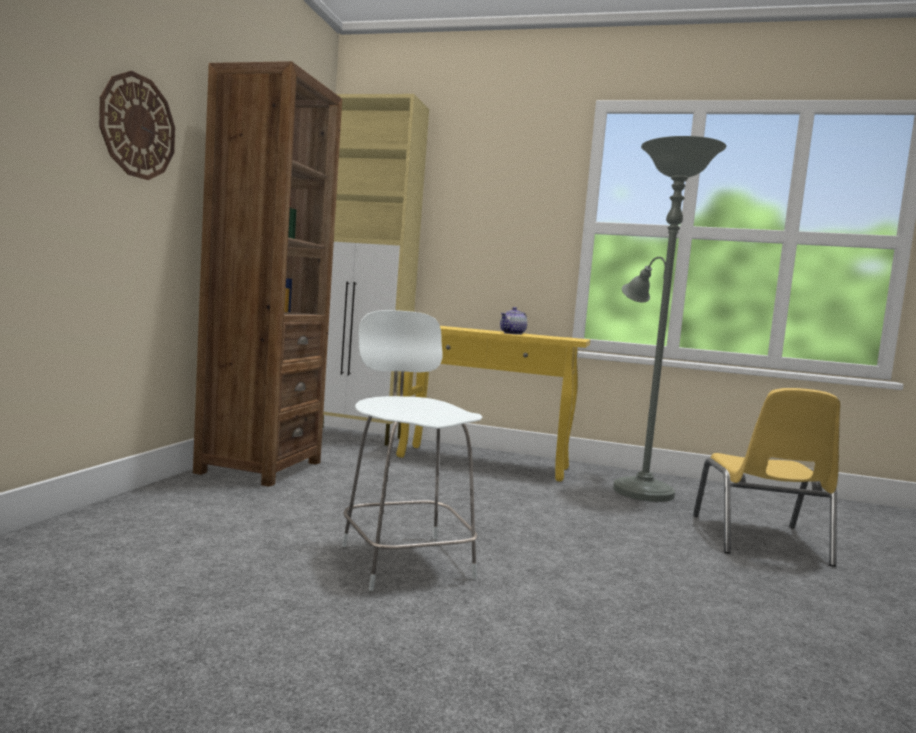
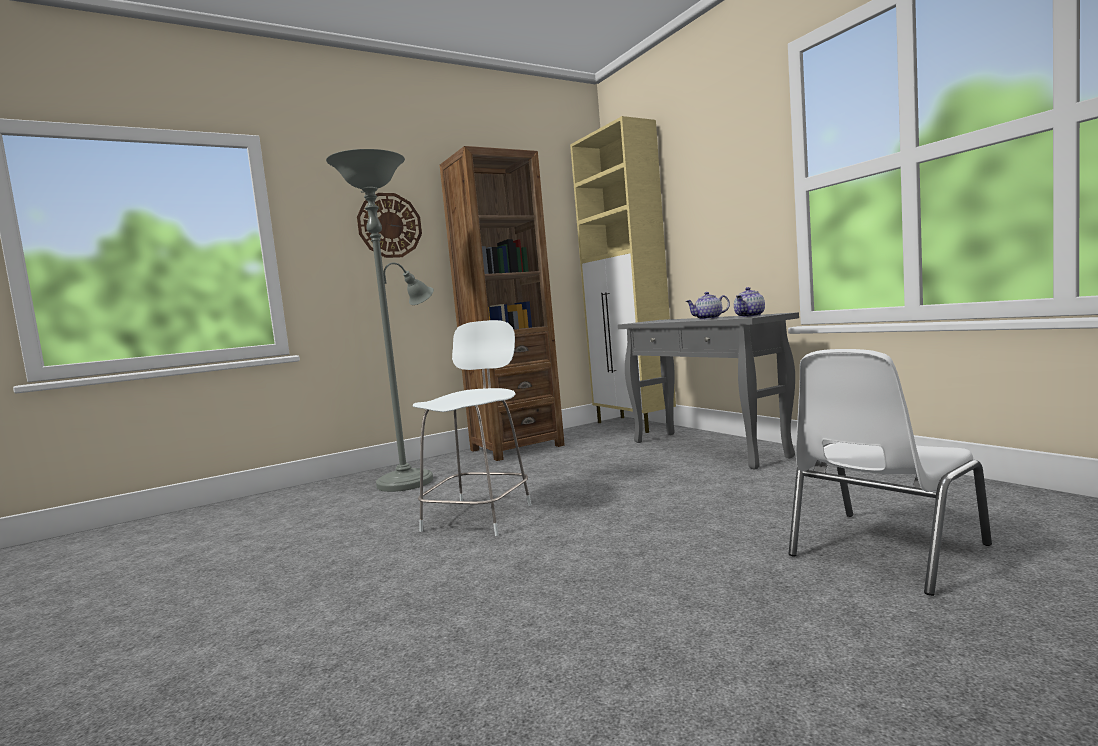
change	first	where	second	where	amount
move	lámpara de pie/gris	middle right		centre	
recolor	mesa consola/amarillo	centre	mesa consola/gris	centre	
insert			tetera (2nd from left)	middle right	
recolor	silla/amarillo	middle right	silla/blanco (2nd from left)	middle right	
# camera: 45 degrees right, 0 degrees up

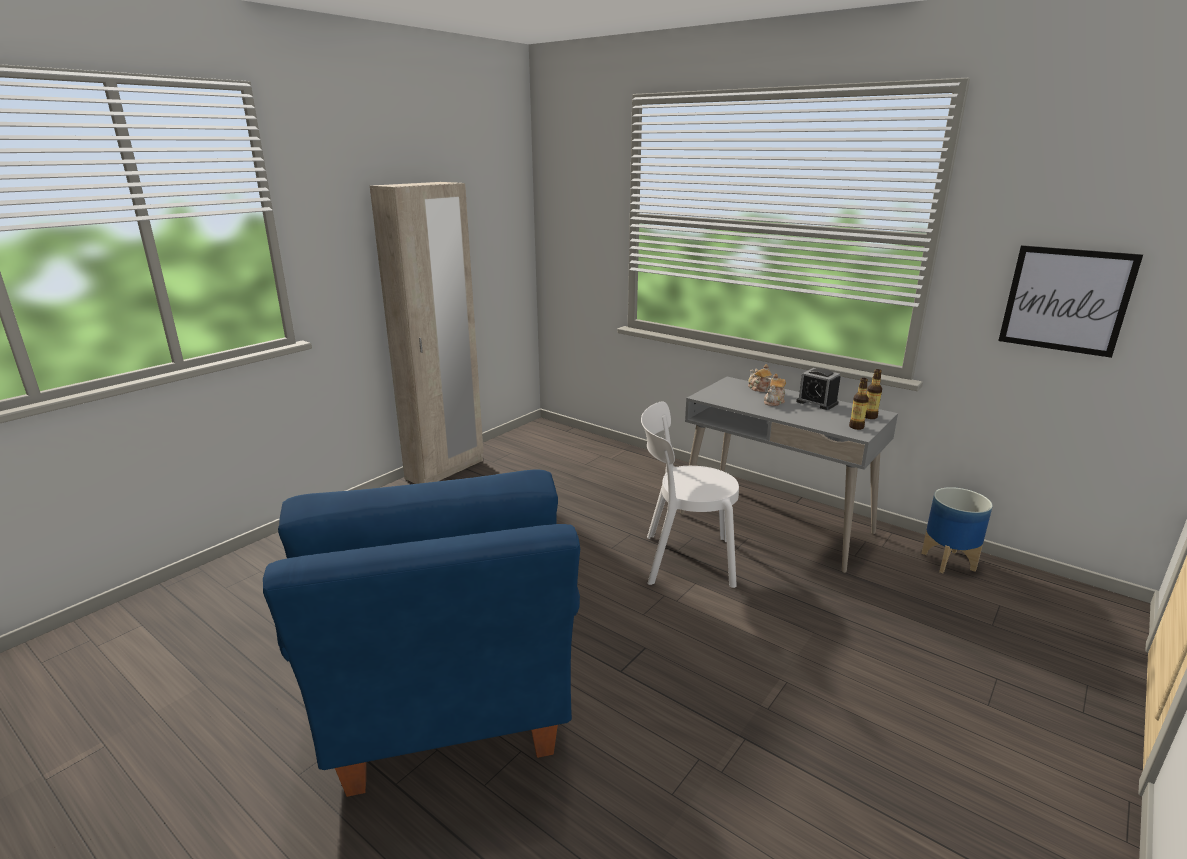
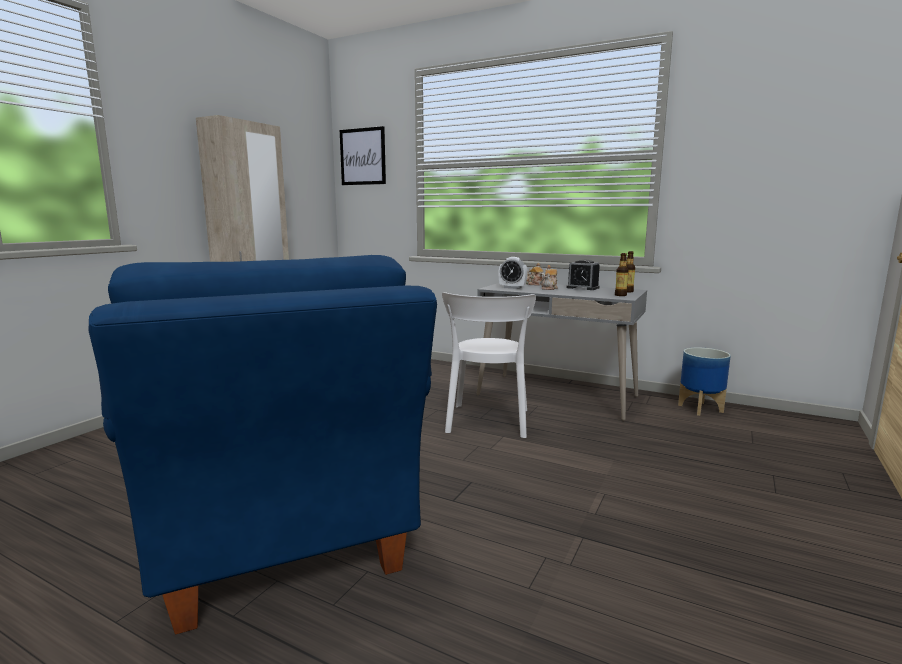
change	first	where	second	where	amount
move	cuadro	middle right		top centre	
rotate	silla/blanco	centre		centre	75 degrees counterclockwise
insert			despertador (1st from left)	centre	
# camera: 10 degrees left, 10 degrees down

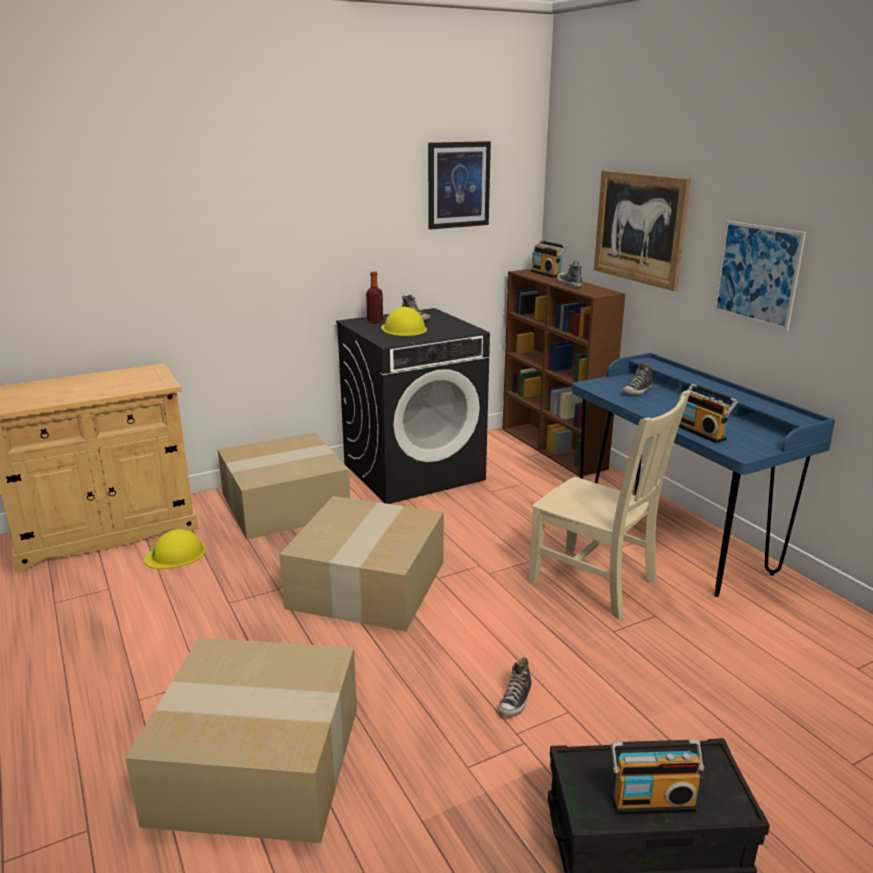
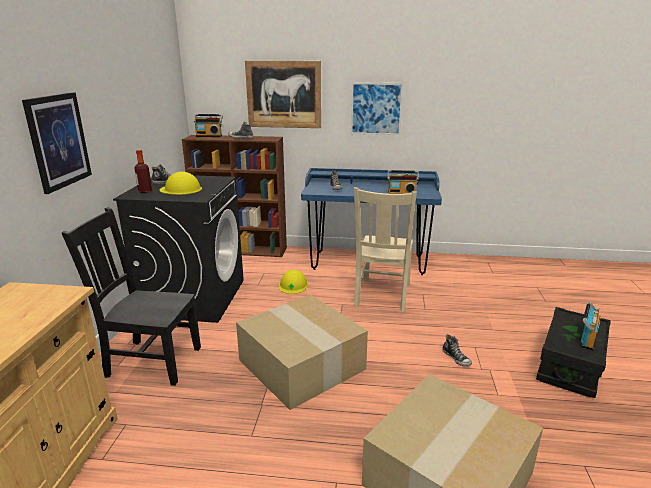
change	first	where	second	where	amount
move	cuadro (1st from left)	top centre		top left	
replace	caja de cartón (2nd from left)	middle left	silla/negro	middle left	
move	casco/amarillo (1st from left in the first image)	middle left	casco/amarillo (2nd from left)	centre	
rotate	silla/beis	middle right		centre	120 degrees clockwise
# camera: 55 degrees left, 0 degrees up

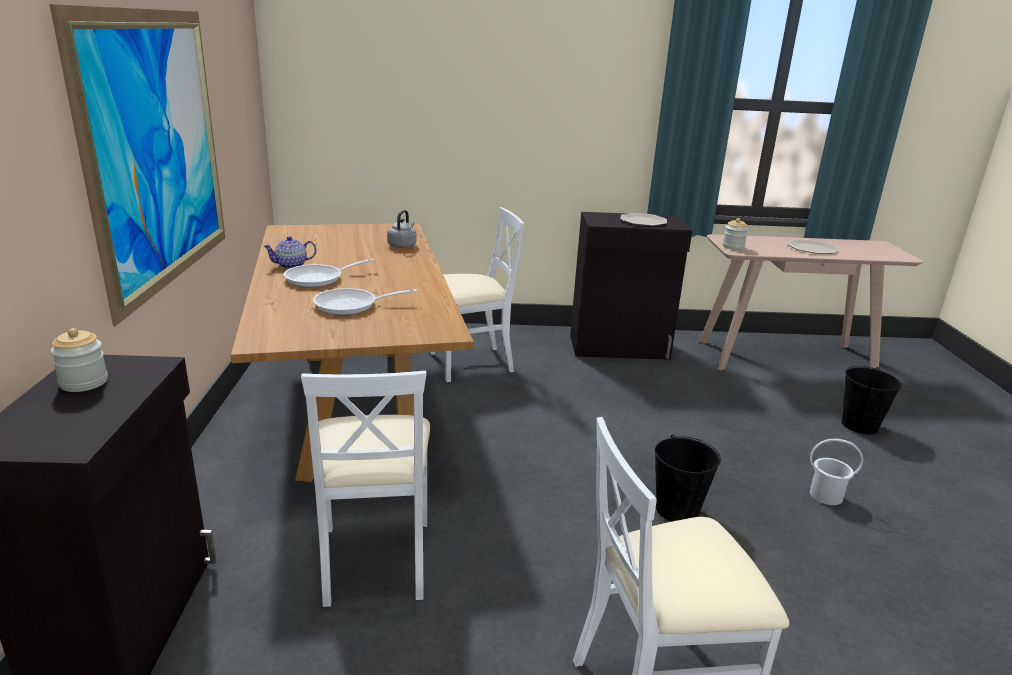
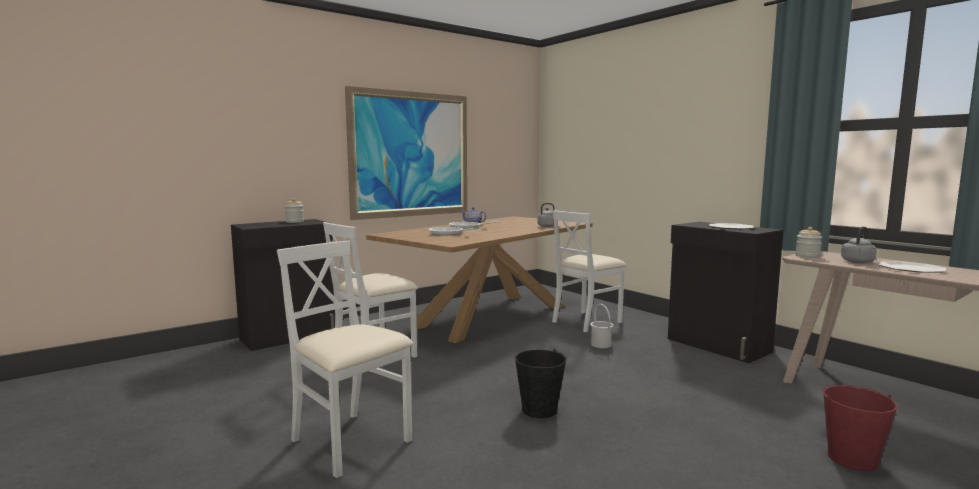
change	first	where	second	where	amount
rotate	silla/blanco (2nd from left in the first image)	centre	silla/blanco (3rd from left)	centre	105 degrees clockwise
move	cubo/blanco	bottom right		bottom centre	
recolor	cubo/negro (2nd from left)	middle right	cubo/rojo	bottom right	
insert			hervidor/gris (2nd from left)	middle right	
# camera: 55 degrees right, 15 degrees down

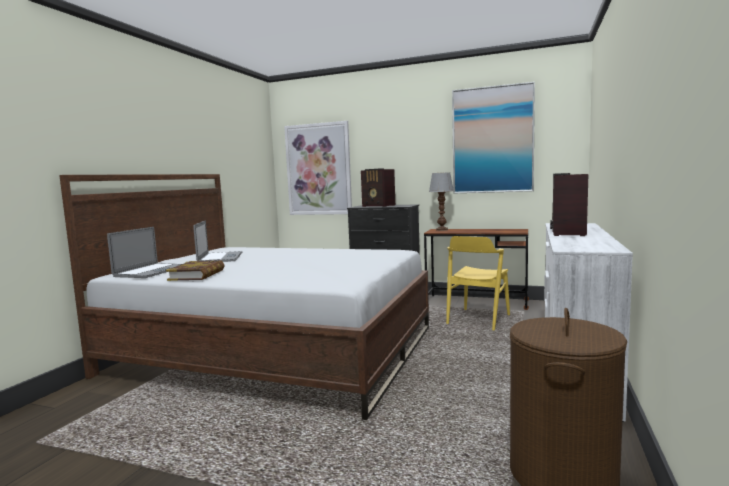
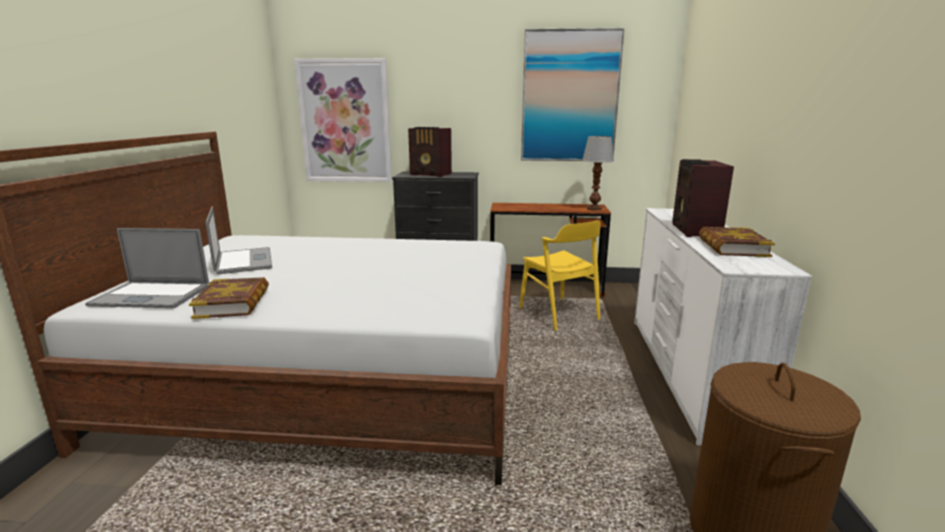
change	first	where	second	where	amount
rotate	portátil (1st from left)	middle left		middle left	90 degrees clockwise
rotate	silla/amarillo	centre		centre	45 degrees counterclockwise
move	lámpara de mesa	centre		top centre	
insert			libro (2nd from left)	middle right	
# camera: 15 degrees left, 10 degrees up

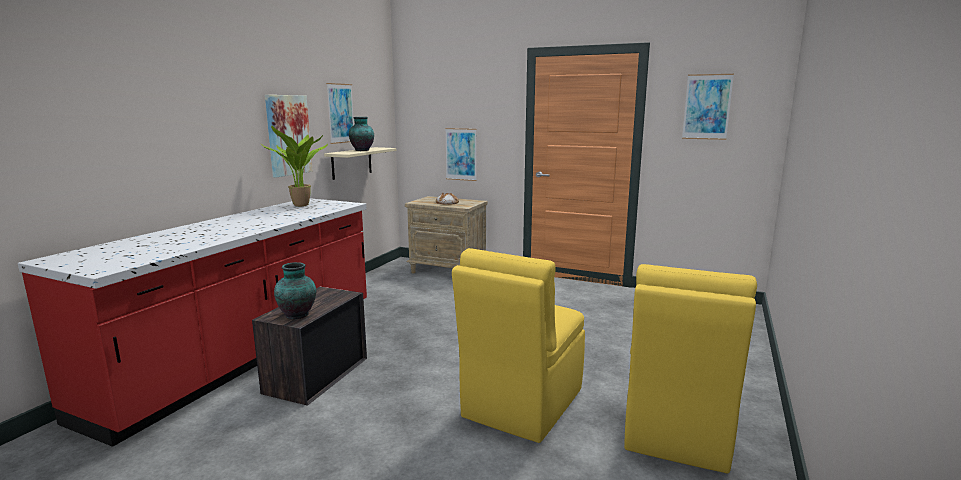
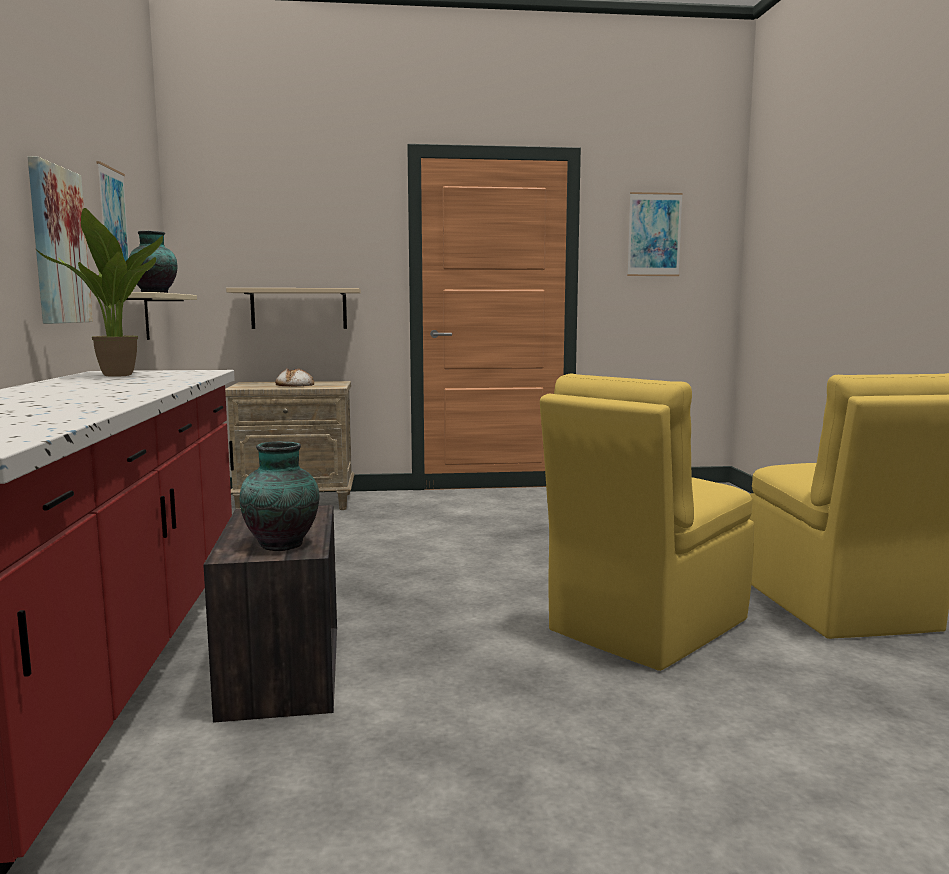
change	first	where	second	where	amount
replace	cuadro (3rd from left)	top centre	estante/beis (2nd from left)	middle left	
rotate	silla/amarillo (1st from left)	bottom centre		middle right	45 degrees clockwise
# camera: 30 degrees left, 5 degrees down

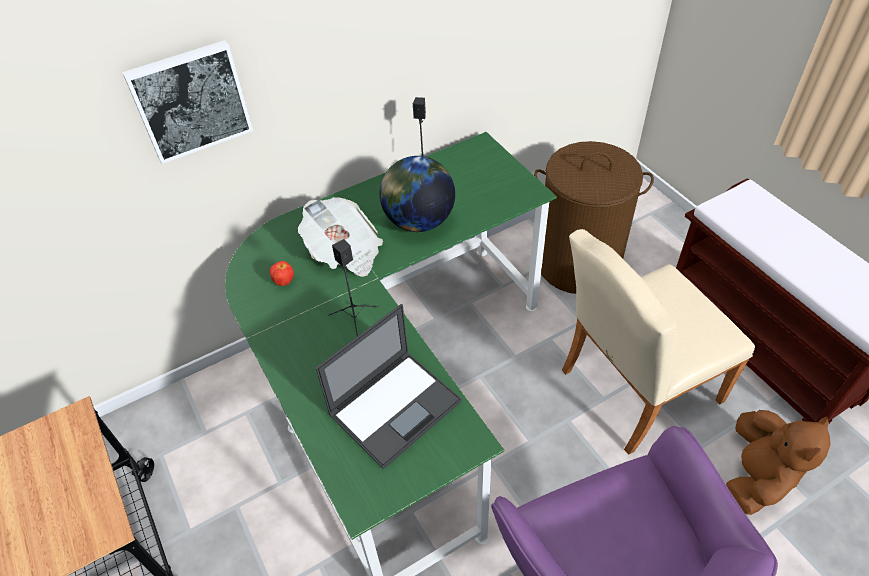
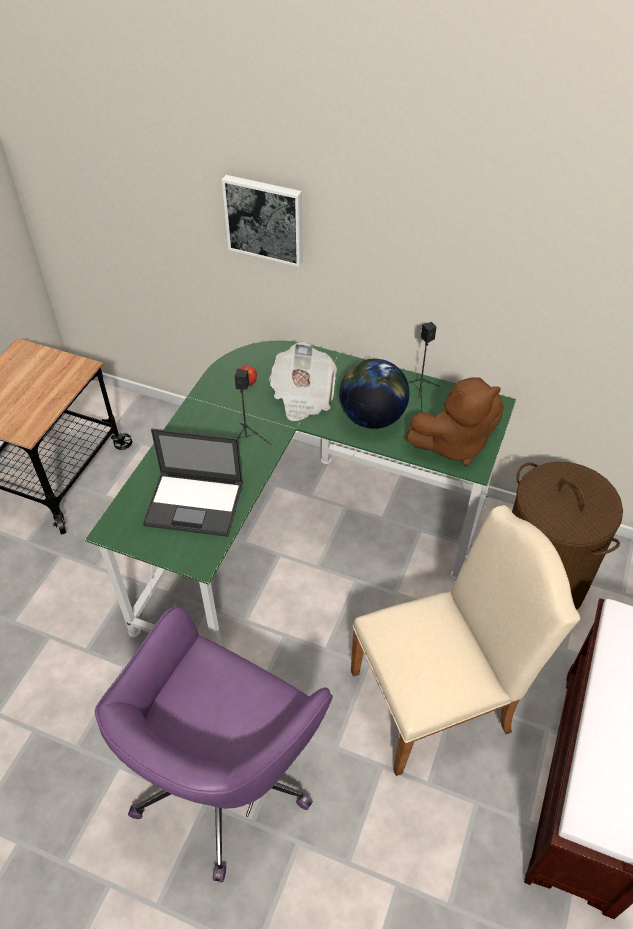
change	first	where	second	where	amount
rotate	silla/beis	middle right		bottom right	135 degrees clockwise
move	peluche/marrón	bottom right		middle right	
# camera: 50 degrees right, 0 degrees up

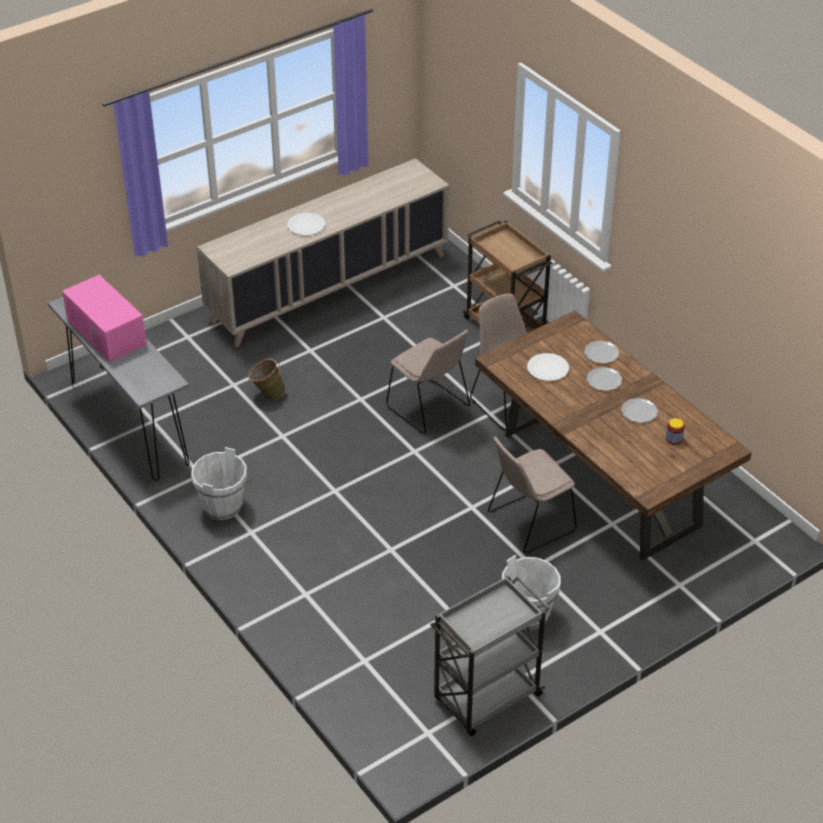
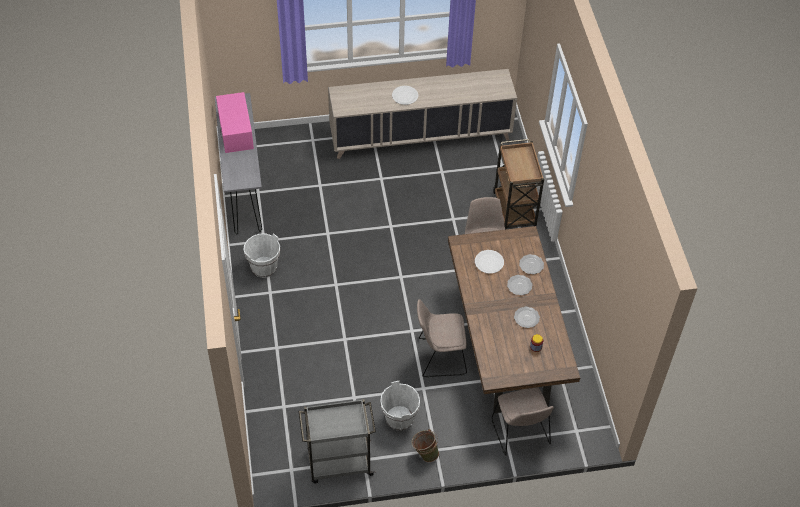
change	first	where	second	where	amount
move	cubo/verde	middle left		bottom centre	
move	silla/beis (1st from left in the first image)	centre	silla/beis (3rd from left)	bottom centre	
# camera: 25 degrees right, 10 degrees up

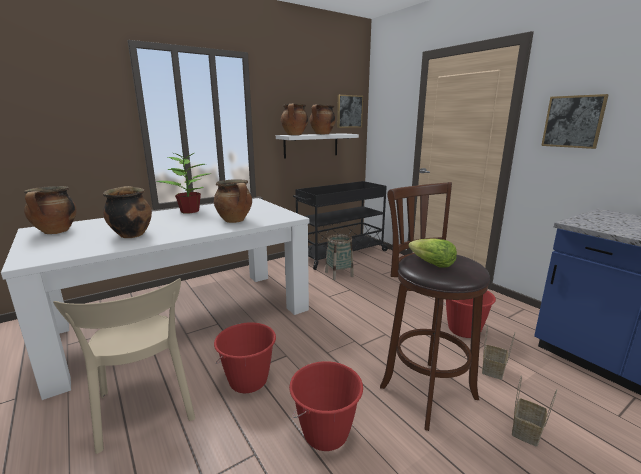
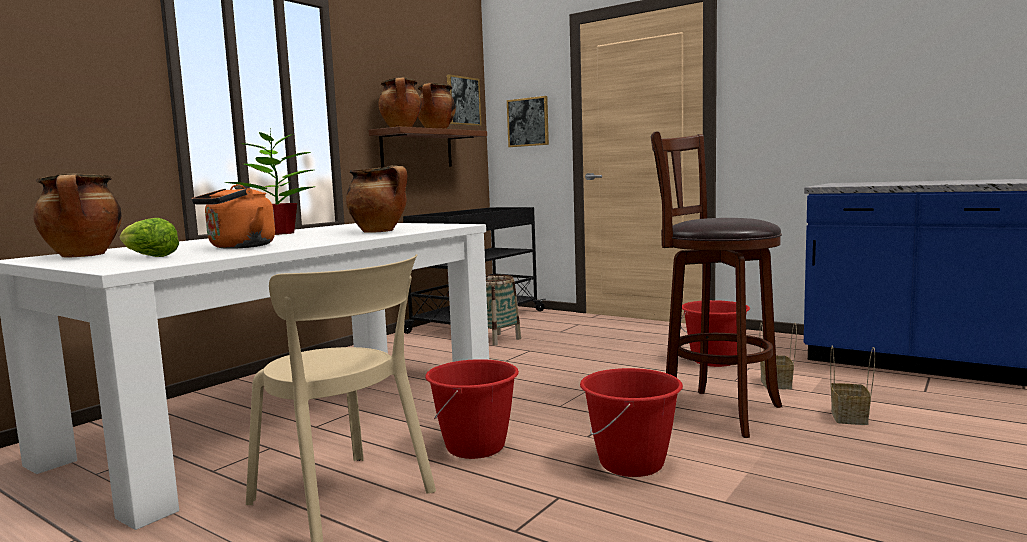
change	first	where	second	where	amount
move	lechuga	middle right		middle left	
replace	olla (2nd from left)	middle left	hervidor/naranja	middle left	
recolor	estante/blanco	top centre	estante/marrón	top centre	
move	cuadro (2nd from left)	top right		top centre	
# camera: 20 degrees left, 10 degrees down

